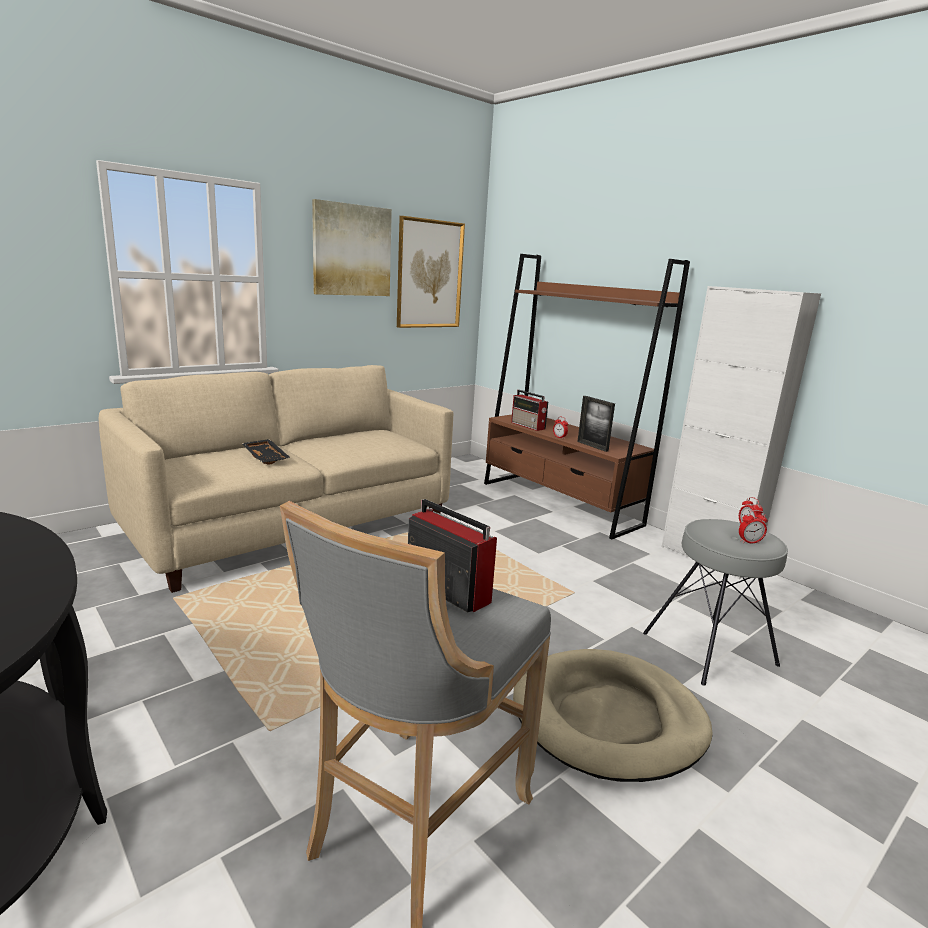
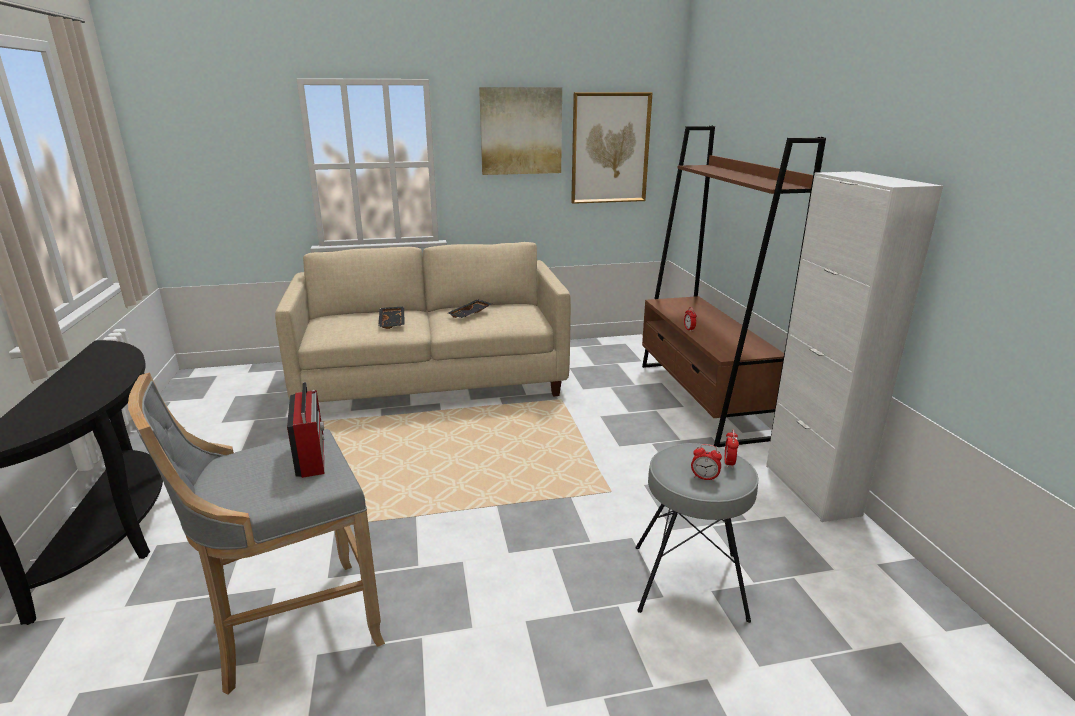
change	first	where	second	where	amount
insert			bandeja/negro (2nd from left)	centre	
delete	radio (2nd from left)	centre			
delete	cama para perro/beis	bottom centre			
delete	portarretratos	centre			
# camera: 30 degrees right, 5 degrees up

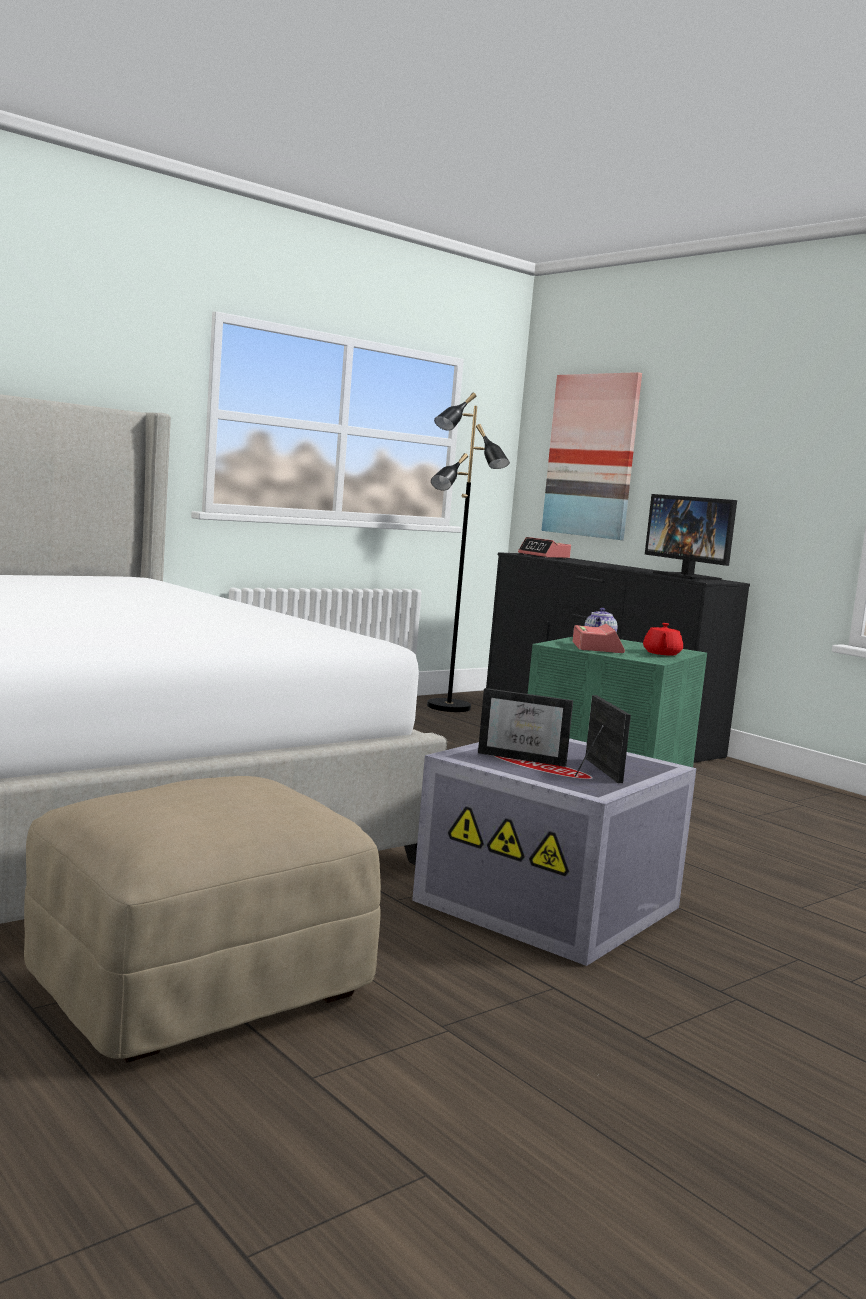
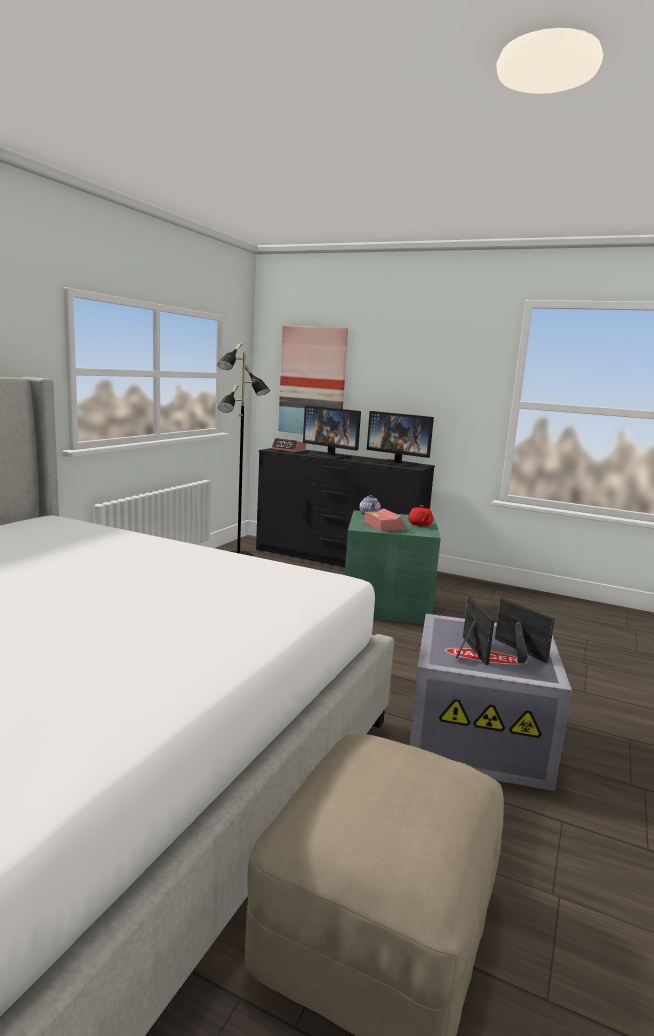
change	first	where	second	where	amount
insert			monitor (1st from left)	centre	
rotate	portarretratos (1st from left)	centre		middle right	90 degrees counterclockwise
# camera: 25 degrees left, 5 degrees up

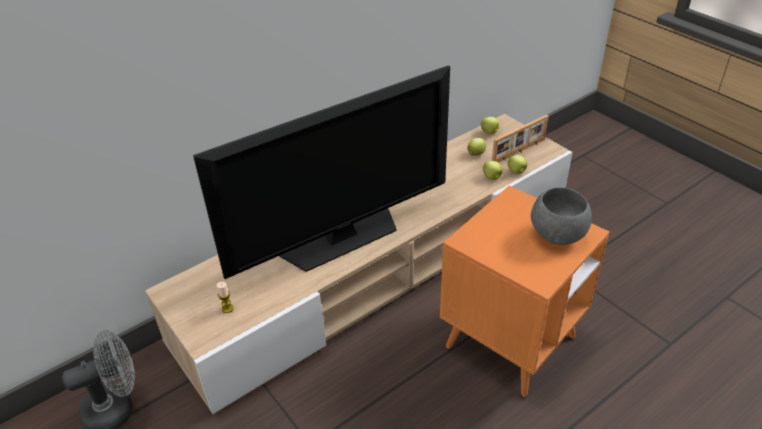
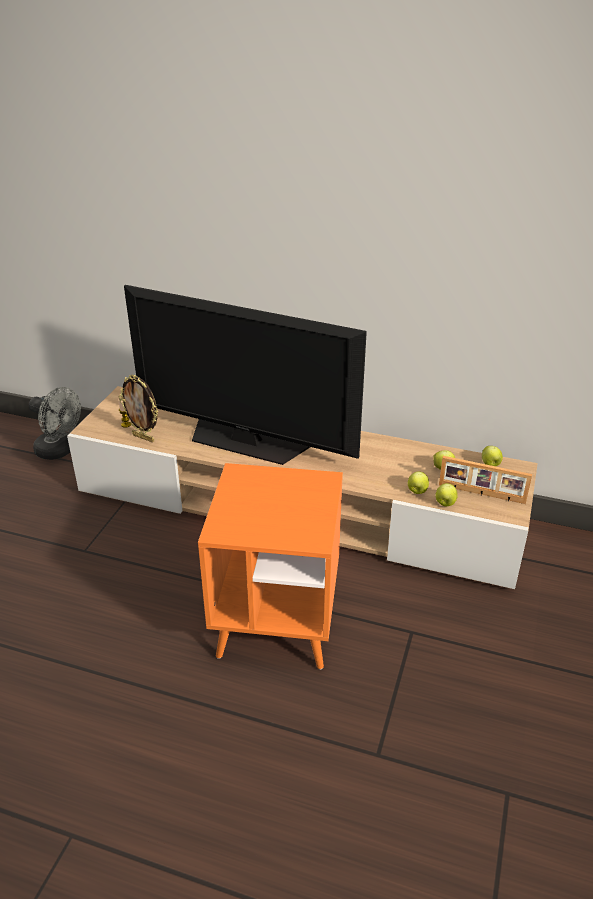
change	first	where	second	where	amount
insert			portarretratos (1st from left)	middle left	
delete	cuenco/gris	middle right			
# camera: 55 degrees right, 5 degrees down

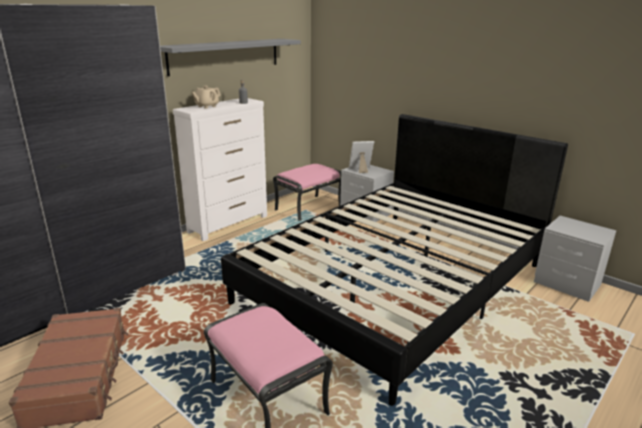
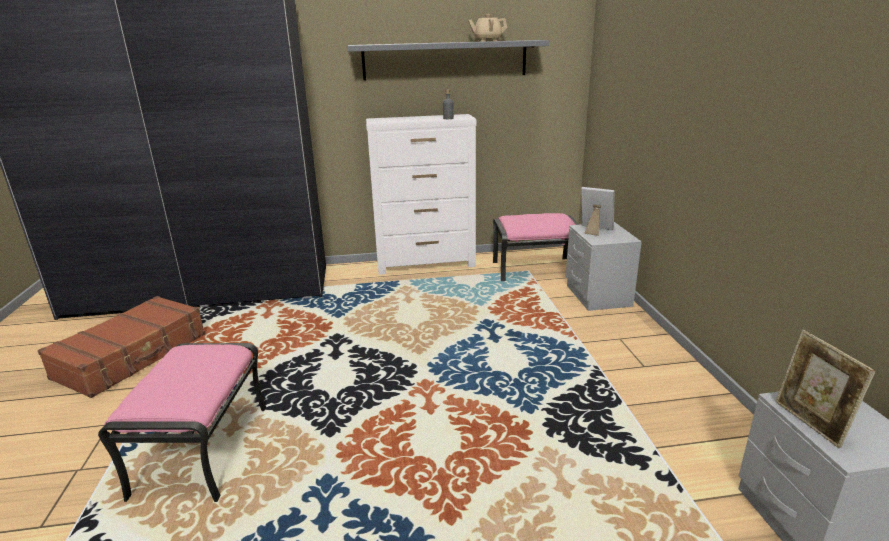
change	first	where	second	where	amount
move	tetera/beis	top left		top centre	
insert			portarretratos (2nd from left)	bottom right	
delete	cama/negro	centre			
# camera: 40 degrees right, 0 degrees up

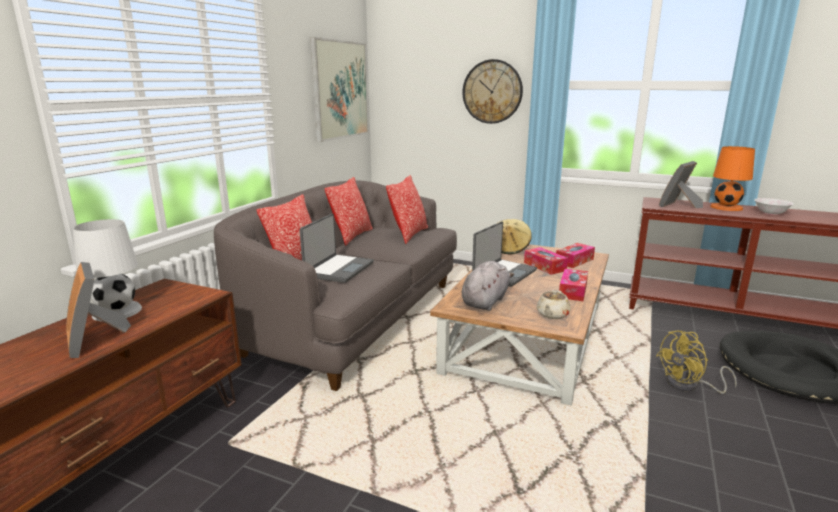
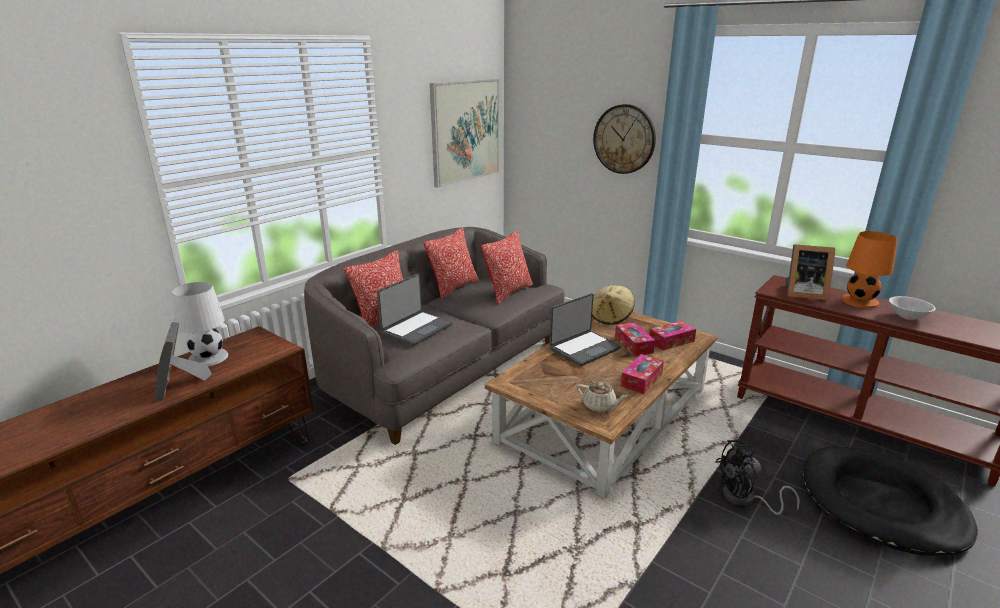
change	first	where	second	where	amount
rotate	tetera/beis	centre		centre	105 degrees counterclockwise
recolor	ventilador/amarillo	bottom right	ventilador/negro	bottom right	
rotate	portarretratos (2nd from left)	middle right		middle right	135 degrees counterclockwise
delete	peluche/gris	centre			
# camera: 15 degrees right, 5 degrees up

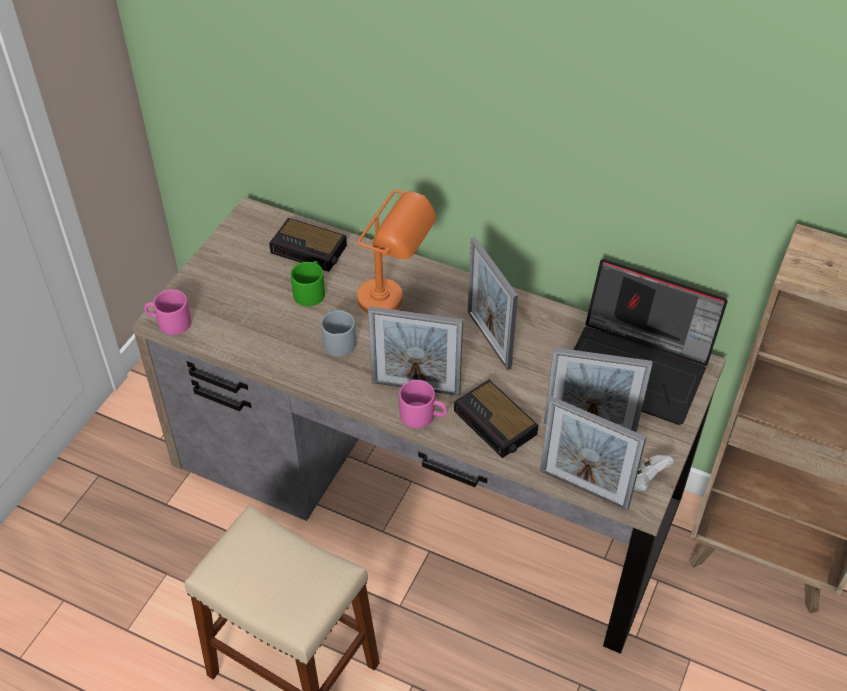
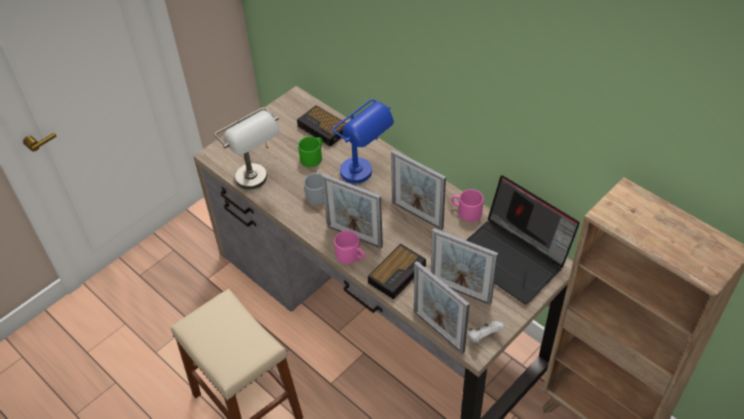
change	first	where	second	where	amount
insert			lámpara de mesa/gris	middle left	
recolor	lámpara de mesa/naranja	centre	lámpara de mesa/azul	centre	
rotate	despertador (2nd from left)	centre		centre	120 degrees counterclockwise
rotate	portarretratos (2nd from left)	centre		centre	45 degrees counterclockwise
move	taza grande/rosa (1st from left in the first image)	middle left	taza grande/rosa (2nd from left)	centre	
# camera: 20 degrees right, 0 degrees up

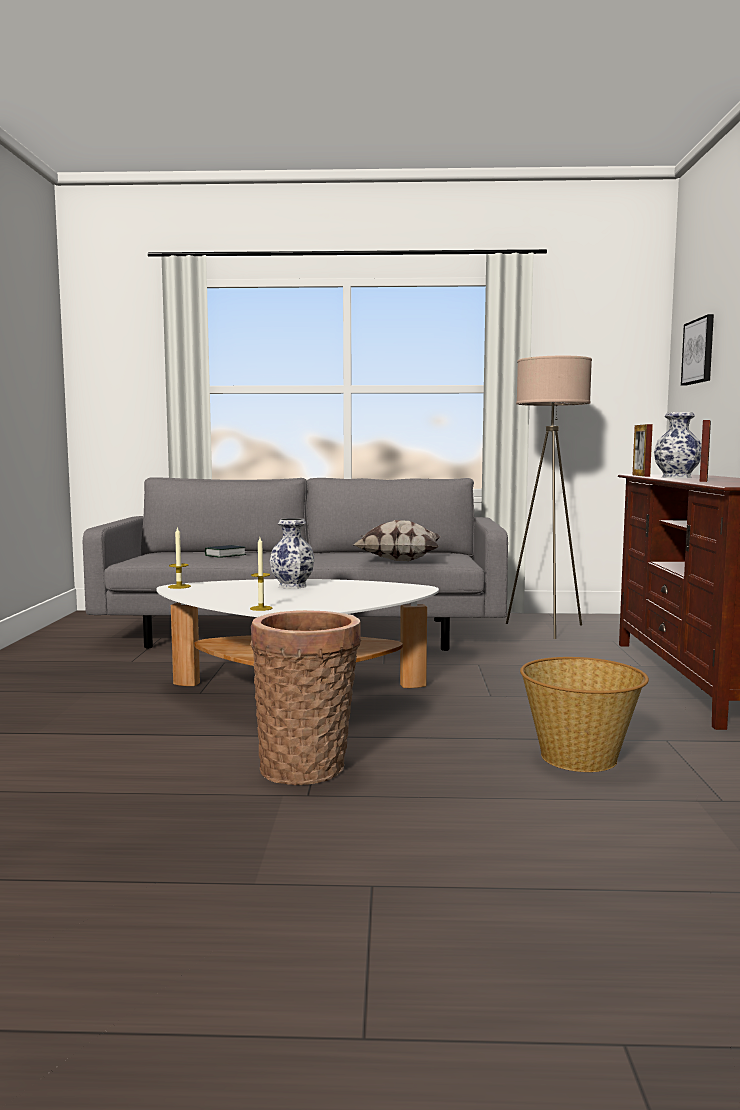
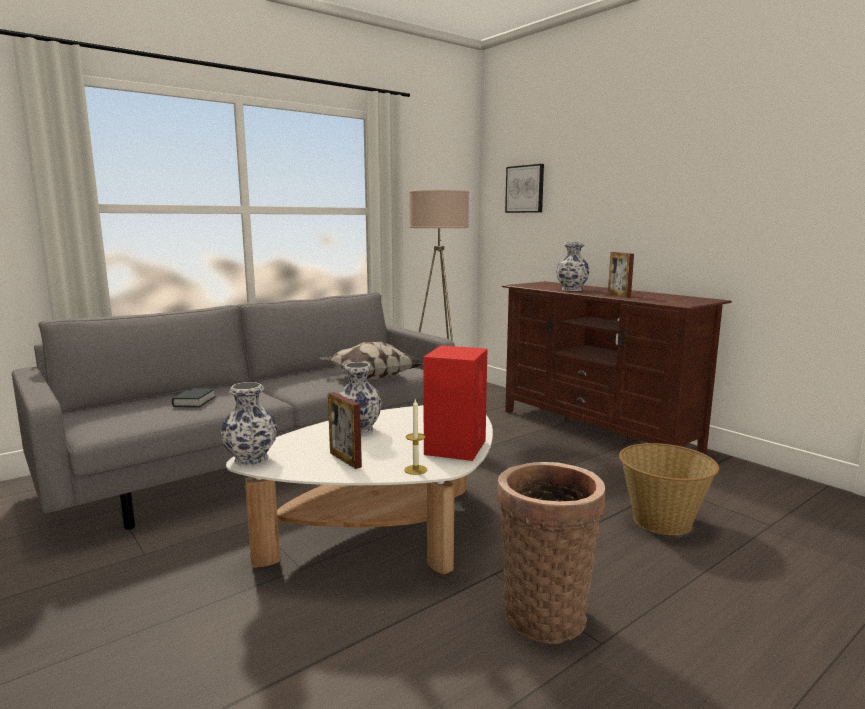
change	first	where	second	where	amount
replace	vela (1st from left)	middle left	florero (1st from left)	middle left	
move	portarretratos (1st from left)	middle right		centre	
insert			altavoz/rojo	centre	
# camera: 40 degrees left, 5 degrees up

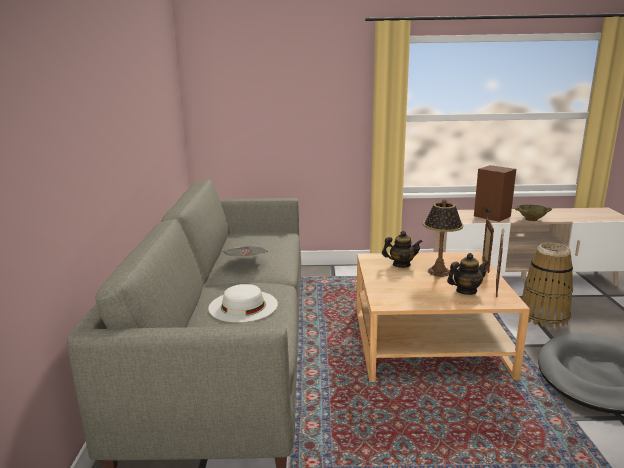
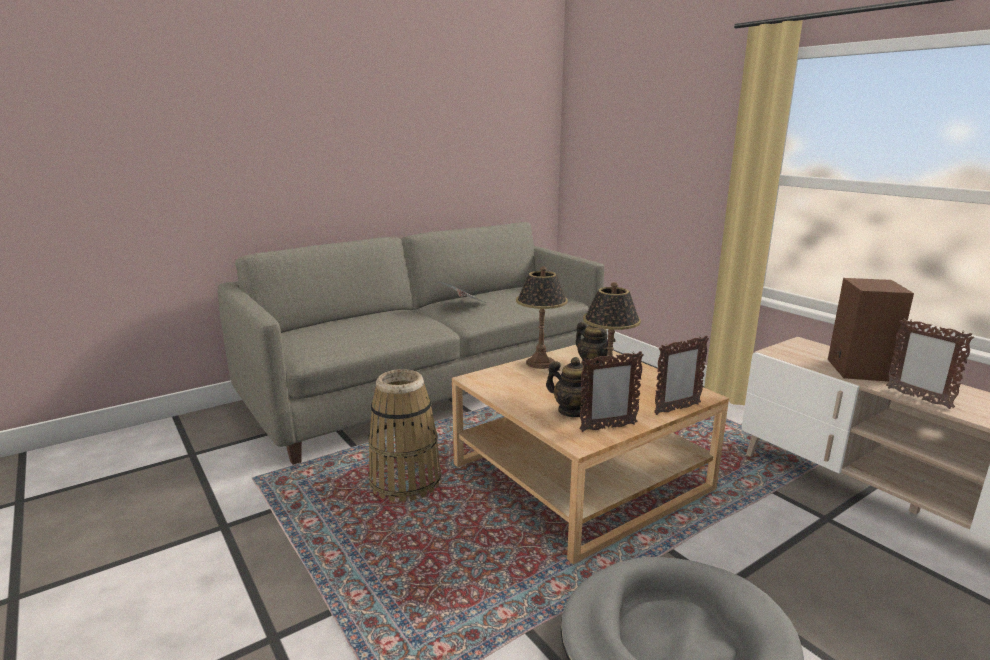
change	first	where	second	where	amount
move	cesta	middle right		centre	
insert			lámpara de mesa (1st from left)	centre	
replace	cuenco/beis	middle right	portarretratos (3rd from left)	middle right	
delete	sombrero/blanco	centre			
# camera: 55 degrees right, 0 degrees up

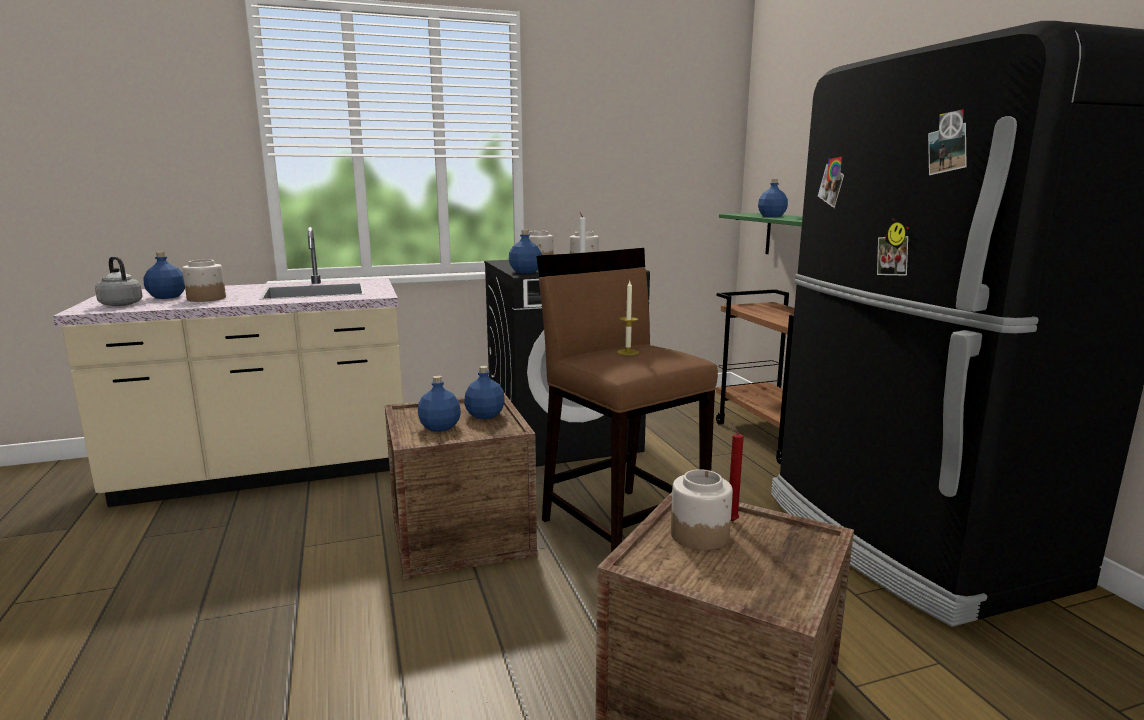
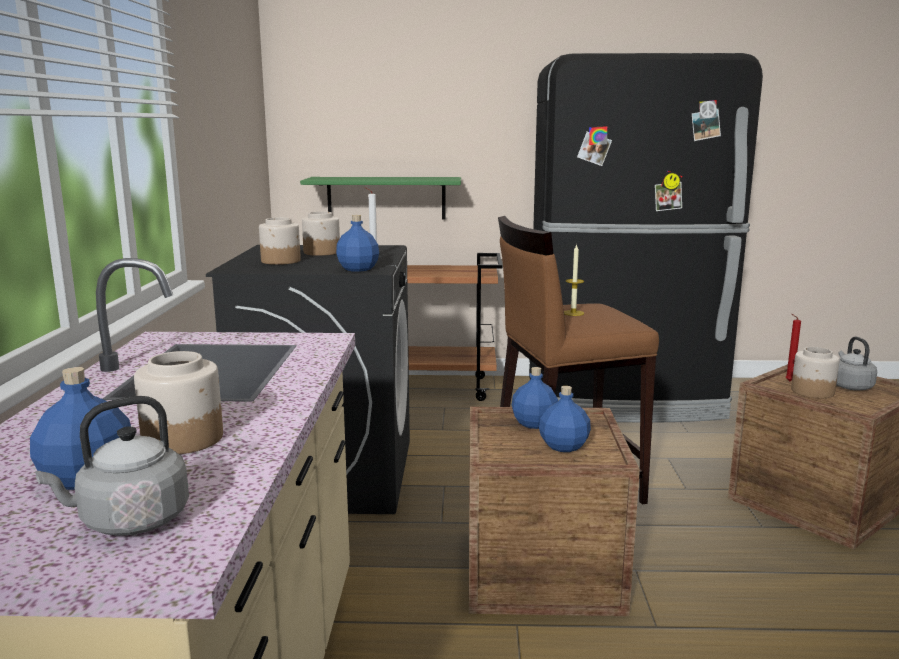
change	first	where	second	where	amount
insert			hervidor/gris (2nd from left)	middle right	
delete	botella/azul (5th from left)	top right			
# camera: 70 degrees left, 0 degrees up

